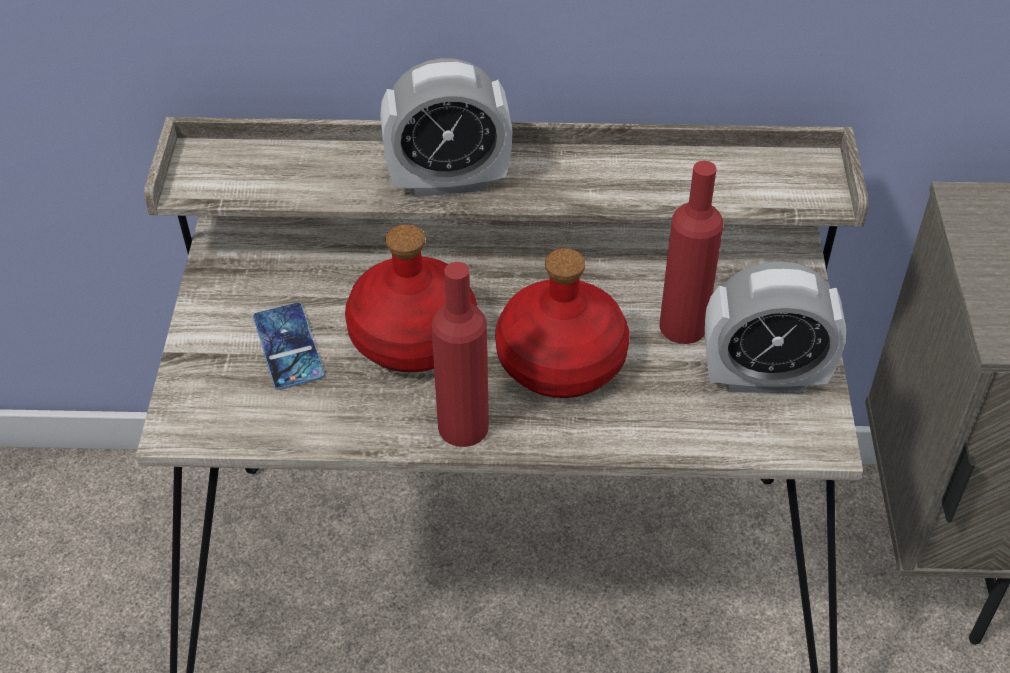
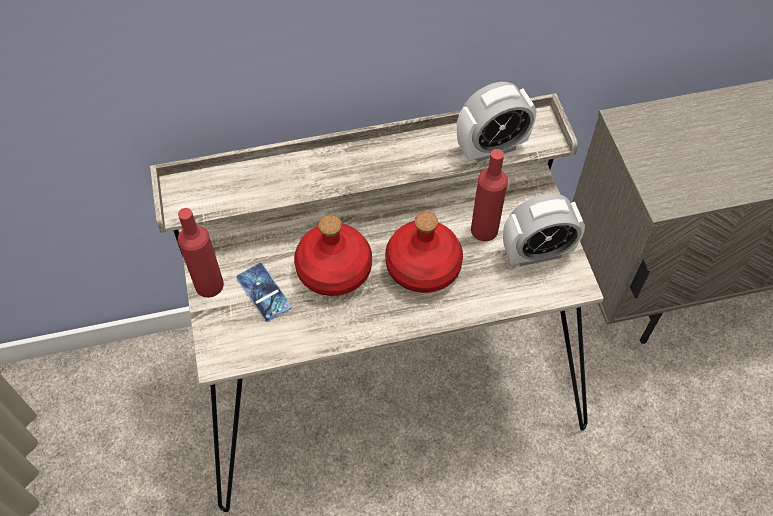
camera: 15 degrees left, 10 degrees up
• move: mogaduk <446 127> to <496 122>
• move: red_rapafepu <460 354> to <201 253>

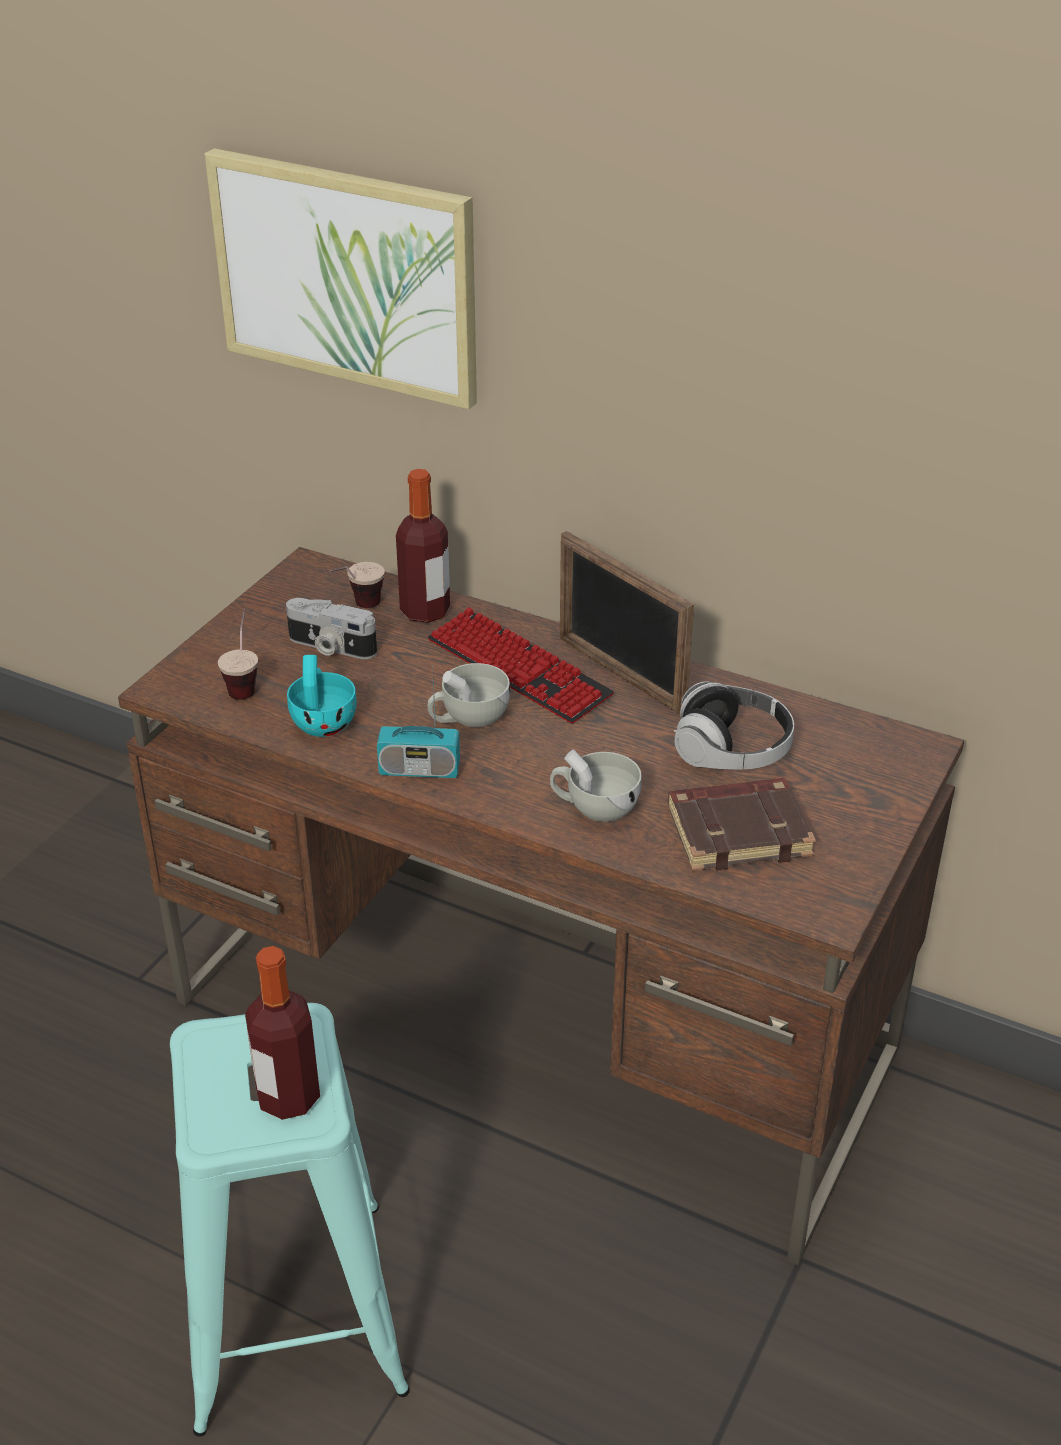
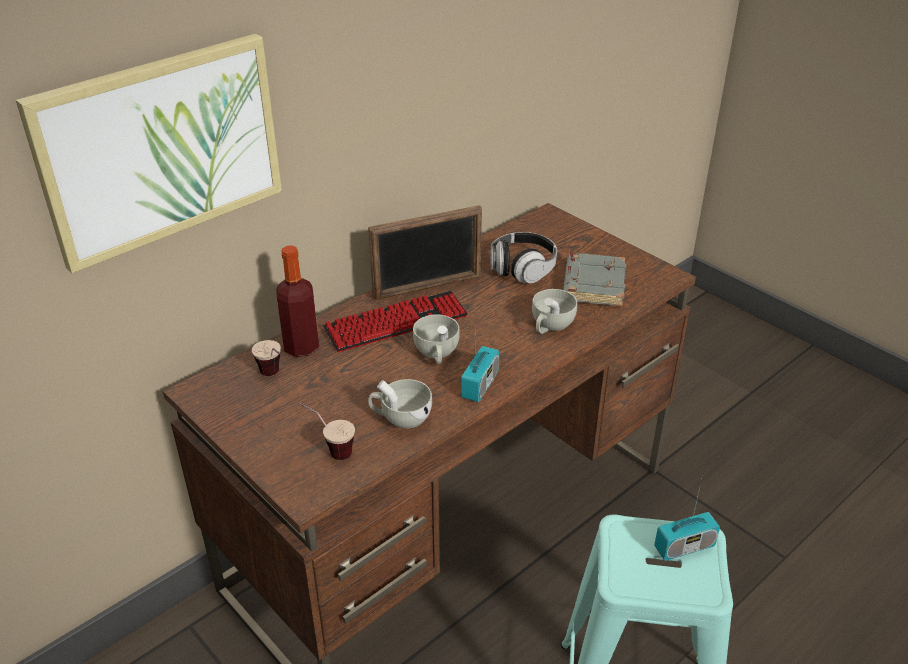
camera: 70 degrees left, 0 degrees up
• replace: rapafepu <282 1033> to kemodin <687 518>
• delete: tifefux <331 628>
• recolor: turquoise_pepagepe <322 696> to white_pepagepe <400 404>
• recolor: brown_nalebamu <742 824> to grey_nalebamu <594 279>

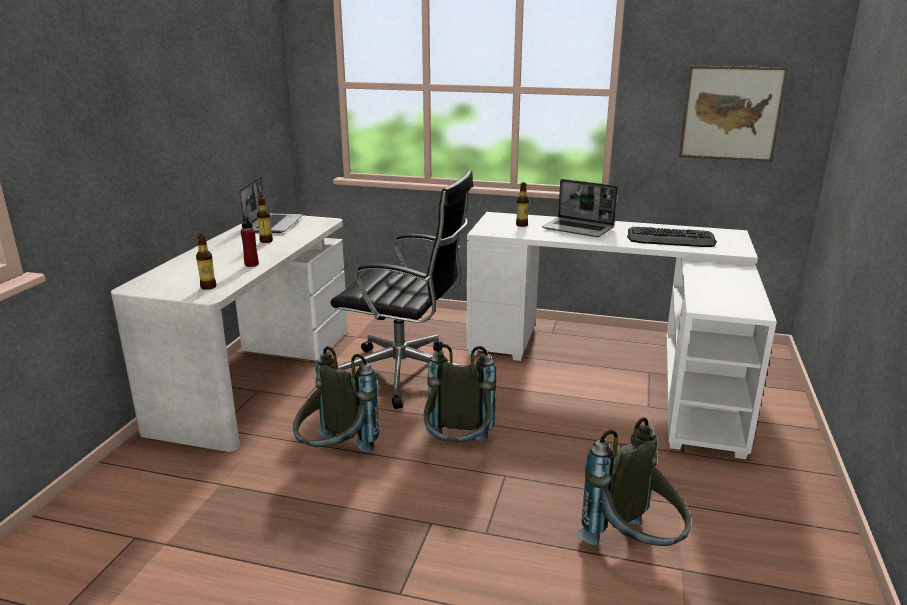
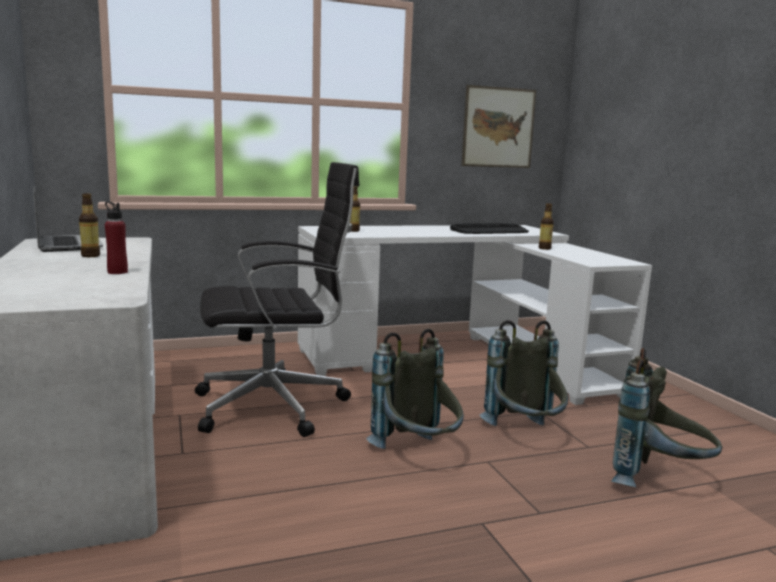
camera: 35 degrees left, 10 degrees down
• move: rapafepu <206 262> to <546 226>
• move: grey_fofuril <336 399> to <524 373>
• delete: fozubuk <580 208>

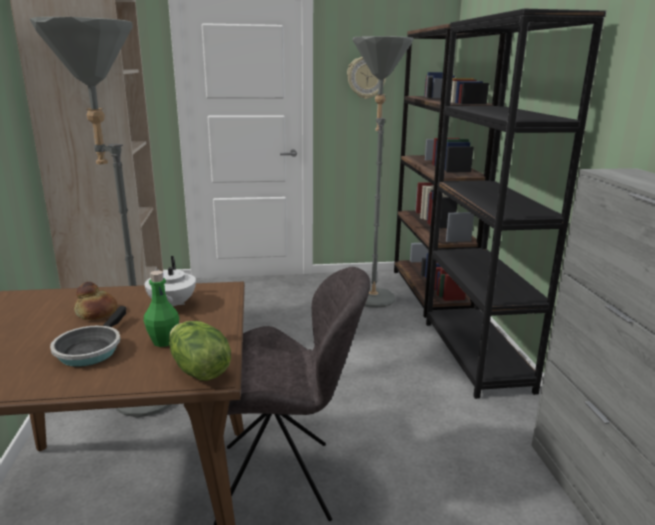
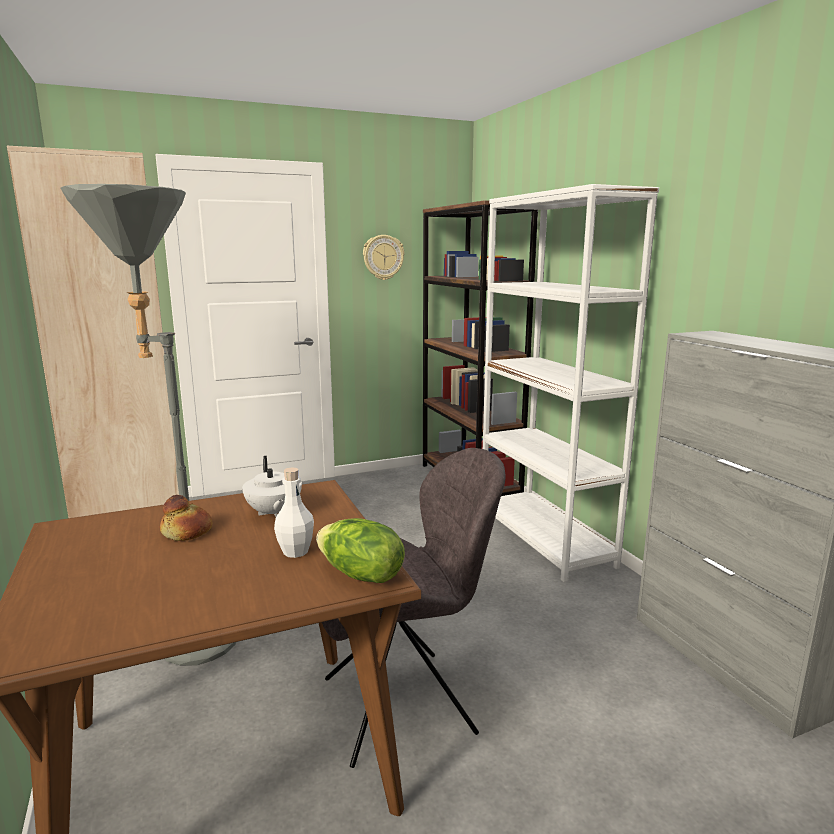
camera: 15 degrees left, 5 degrees down
• delete: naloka <88 336>
• recolor: green_rapafepu <161 309> to white_rapafepu <294 512>
• delete: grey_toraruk <383 172>
• recolor: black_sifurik <516 204> to white_sifurik <571 383>

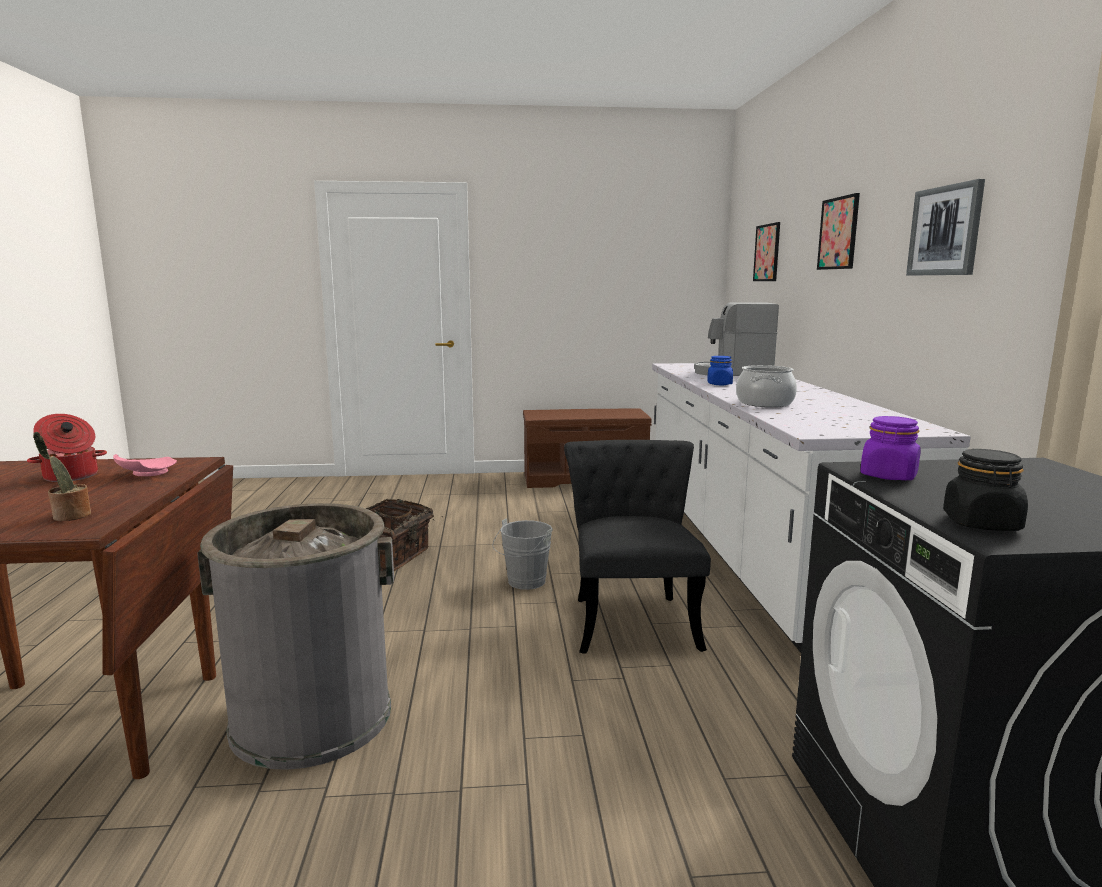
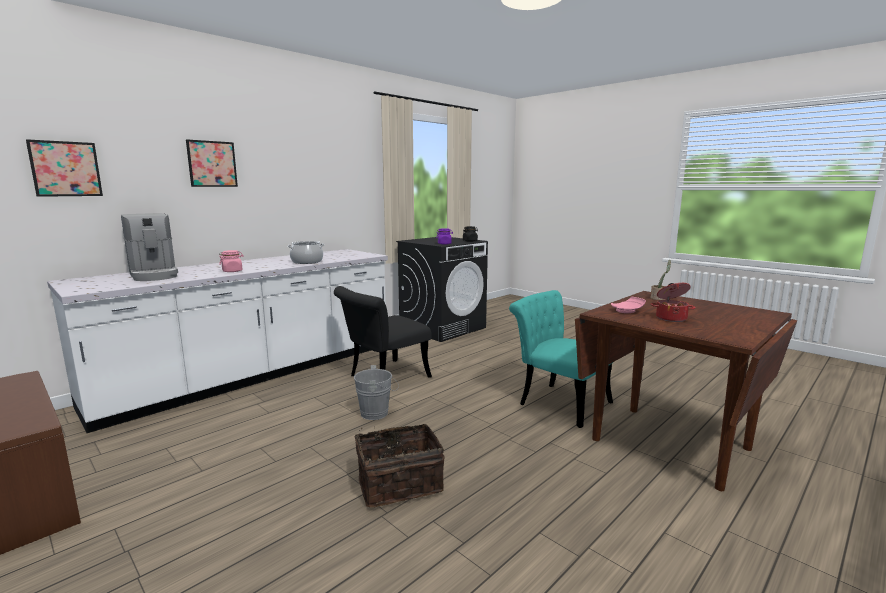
camera: 130 degrees left, 0 degrees up
• replace: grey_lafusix <295 636> to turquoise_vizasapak <561 359>
• recolor: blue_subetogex <720 370> to pink_subetogex <231 261>
• delete: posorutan <945 227>

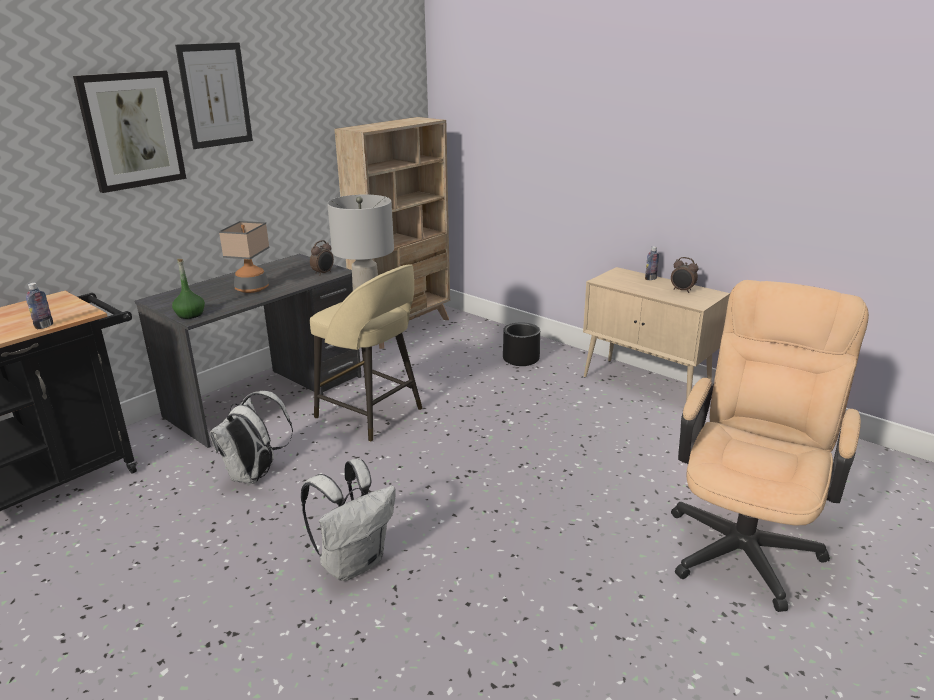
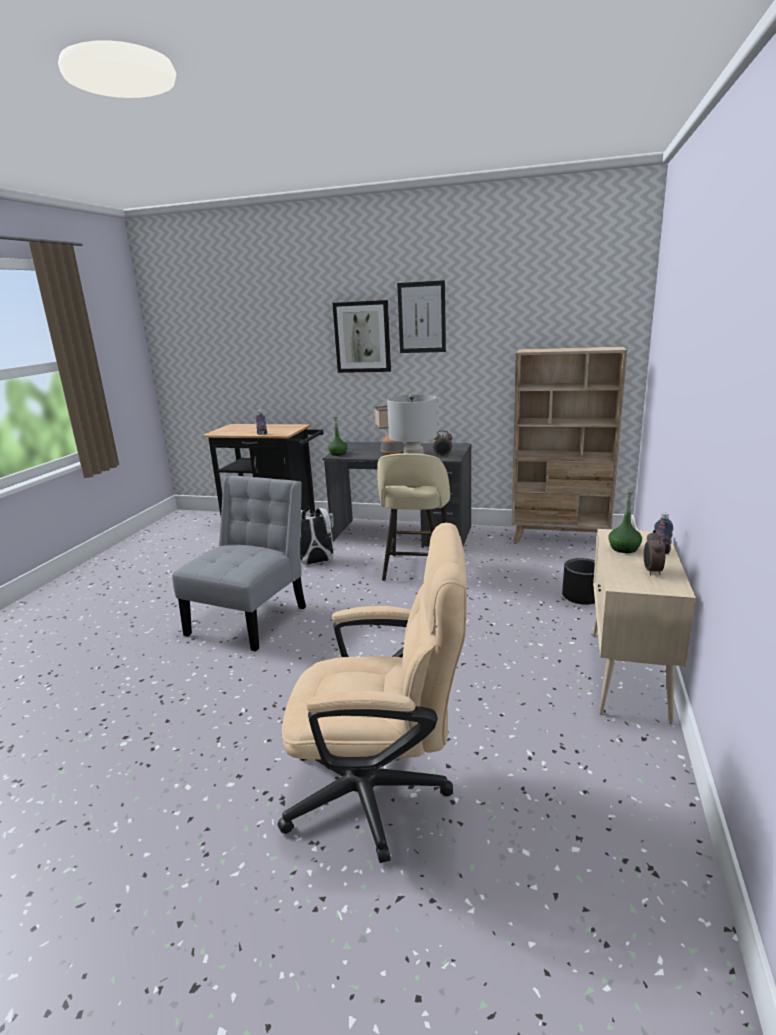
camera: 65 degrees right, 5 degrees down
• replace: white_fofuril <348 519> to grey_vizasapak <239 563>
• insert: green_rapafepu <625 522>

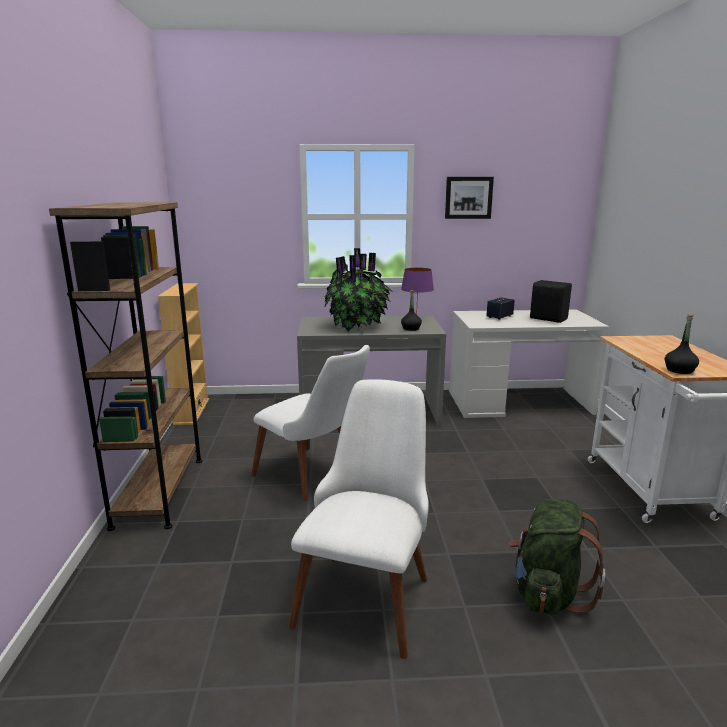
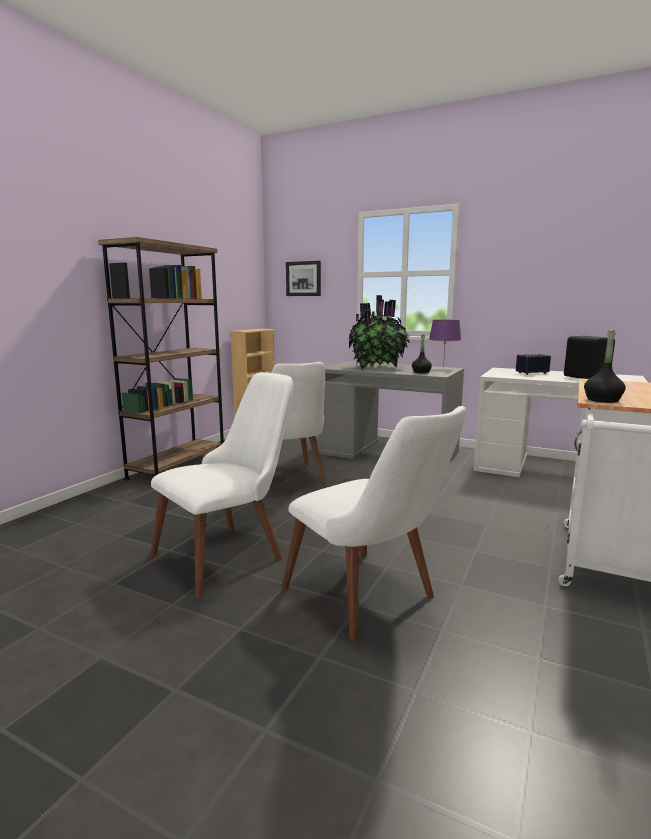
camera: 30 degrees right, 5 degrees down
• move: posorutan <469 198> to <303 278>
• replace: green_fofuril <557 557> to white_vizasapak <374 523>

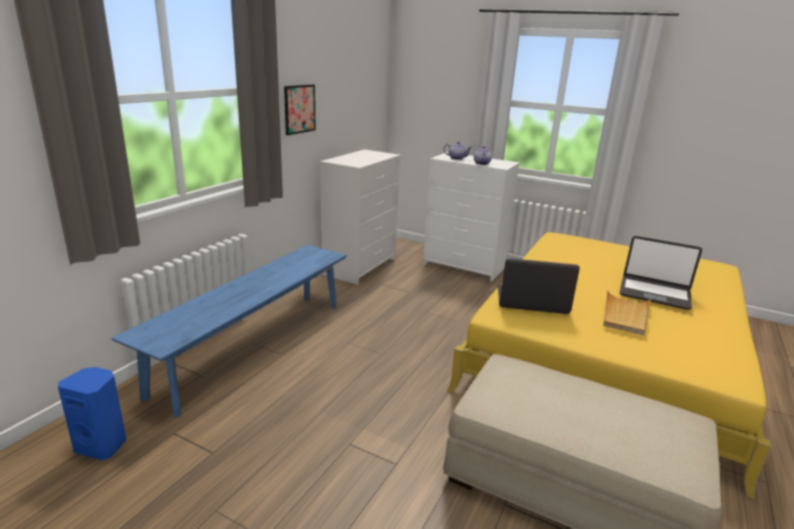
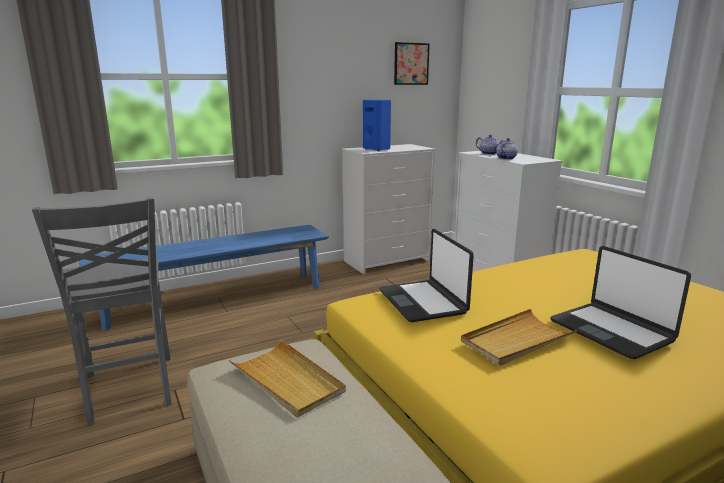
camera: 35 degrees right, 5 degrees down
• move: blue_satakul <92 414> to <377 125>
• move: posorutan <300 110> to <412 63>
• rotate: fozubuk <539 286> = <426 275> 150 degrees counterclockwise
• insert: grey_vizasapak <102 311>
• insert: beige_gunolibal <287 378>

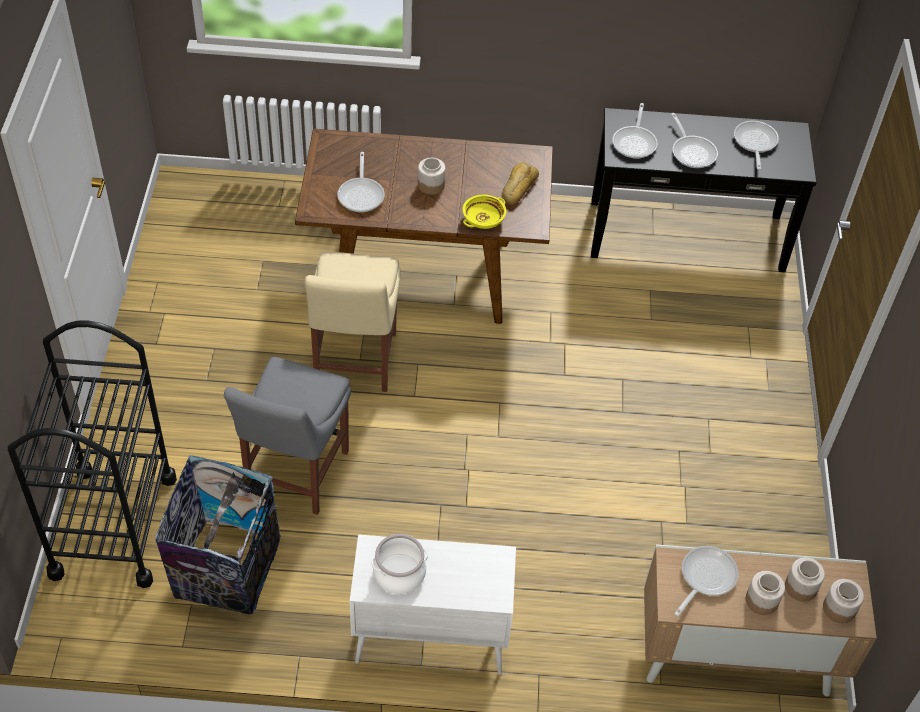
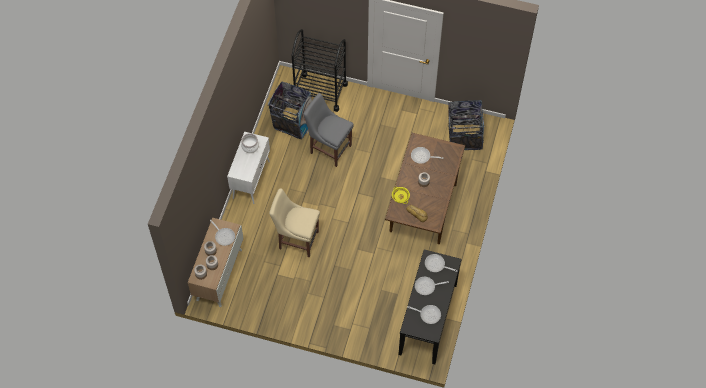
camera: 105 degrees right, 10 degrees up
• move: beige_vizasapak <353 322> to <294 223>
• insert: lafusix <466 125>

